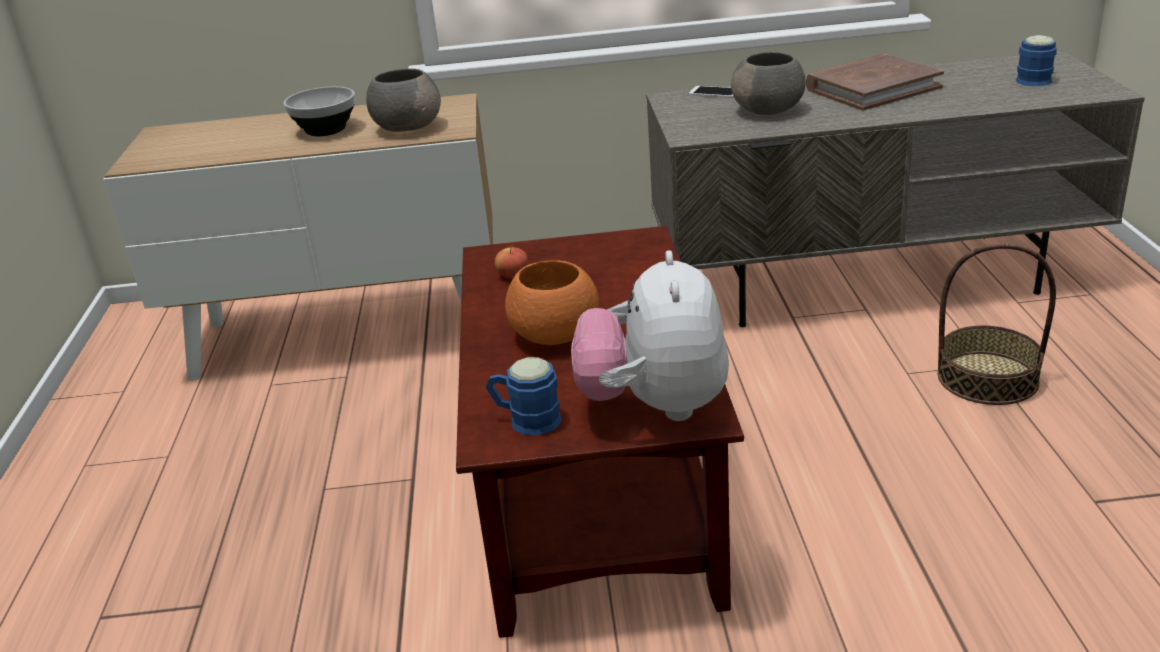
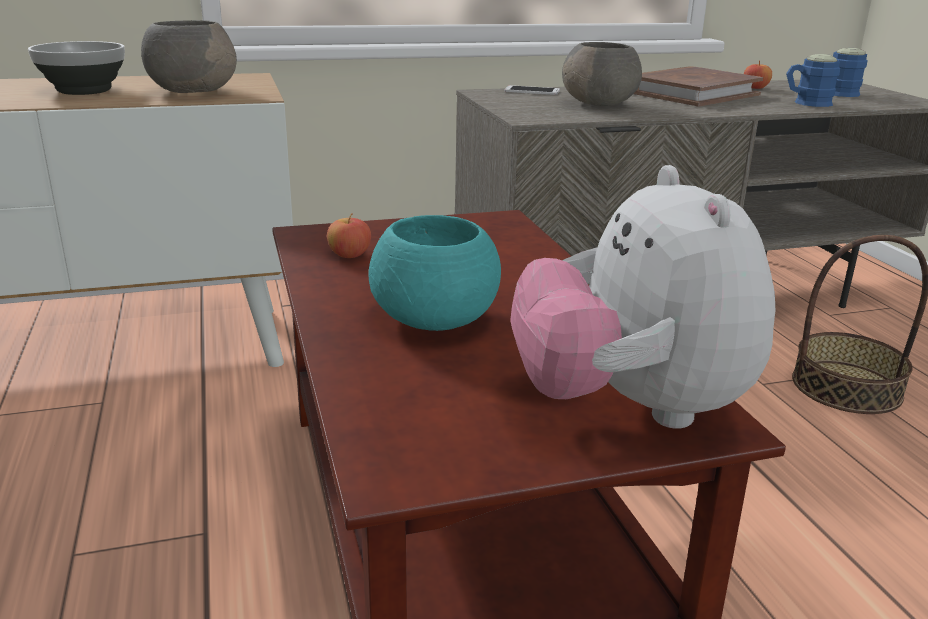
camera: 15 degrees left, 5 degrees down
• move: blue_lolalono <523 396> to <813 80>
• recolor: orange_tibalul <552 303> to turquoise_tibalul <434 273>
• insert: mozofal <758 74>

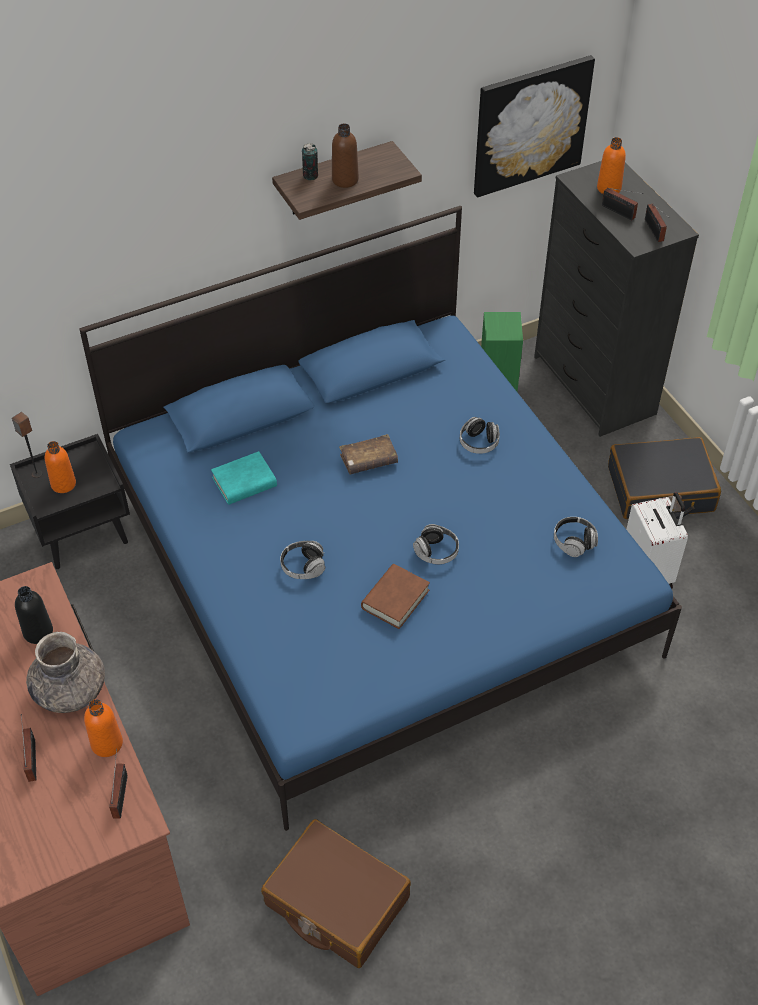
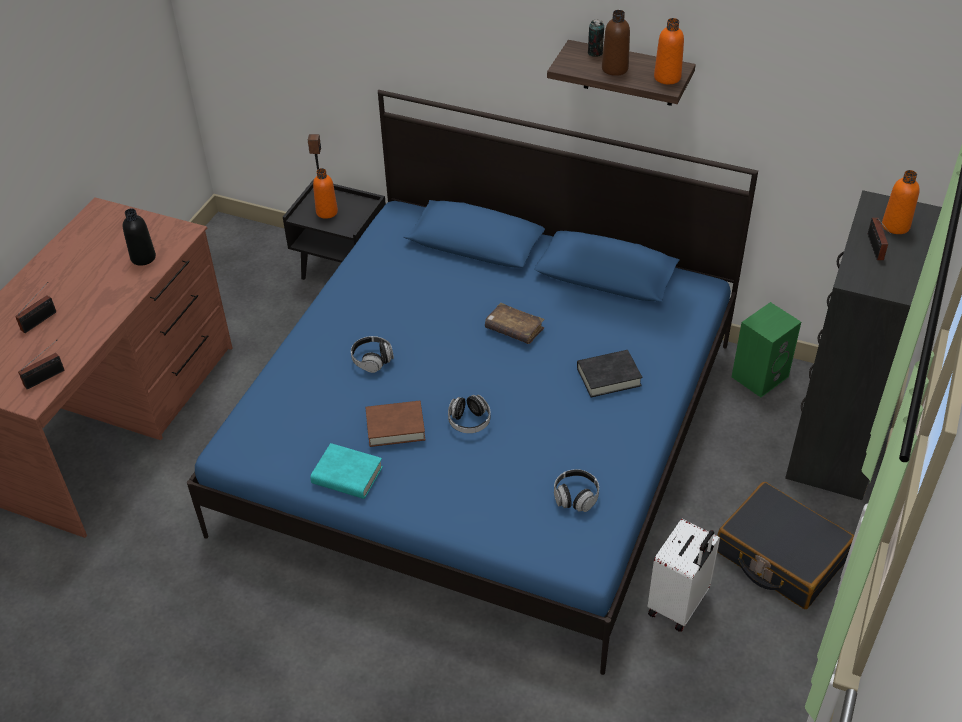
camera: 50 degrees right, 5 degrees down
• delete: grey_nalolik <65 672>
• move: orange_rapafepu <103 728> to <669 51>
• move: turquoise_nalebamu <244 478> to <346 471>
• delete: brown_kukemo <336 893>
• replace: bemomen <480 435> to black_nalebamu <609 373>
• delete: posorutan <534 126>
• delete: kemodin <657 223>

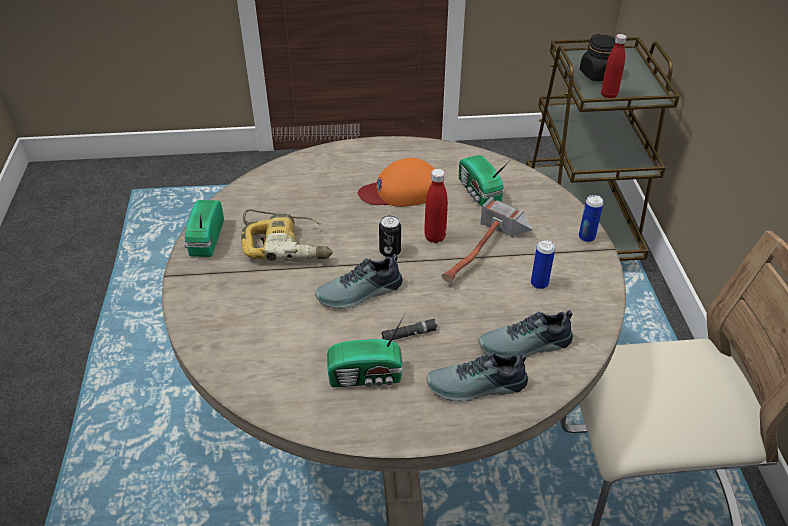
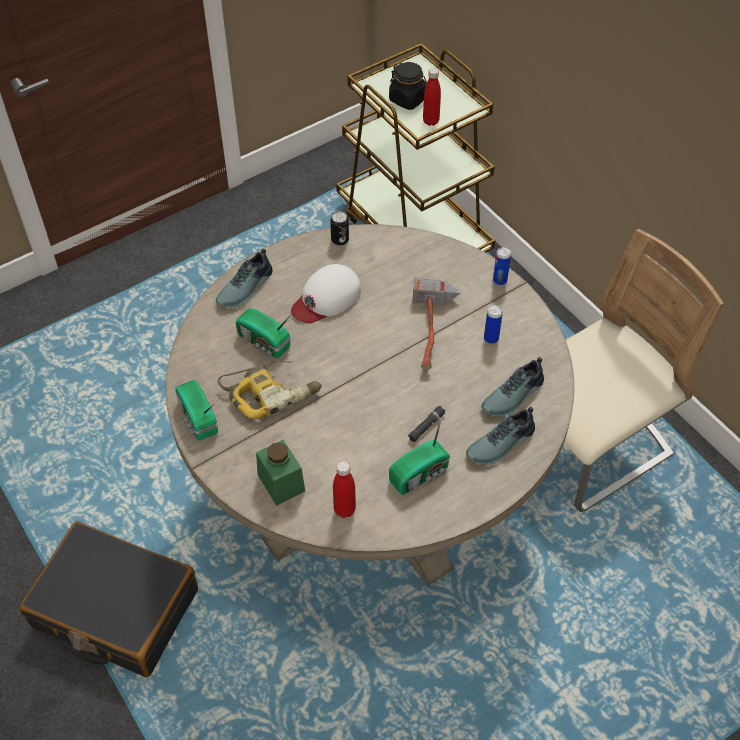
camera: 30 degrees left, 10 degrees up
• move: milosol <358 281> to <244 278>
• recolor: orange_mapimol <396 182> to white_mapimol <326 293>
• move: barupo <390 236> to <339 228>
• move: red_rapafepu <436 206> to <344 489>
• move: kemodin <484 181> to <264 333>
• insert: black_kukemo <108 599>
• insert: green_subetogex <280 473>

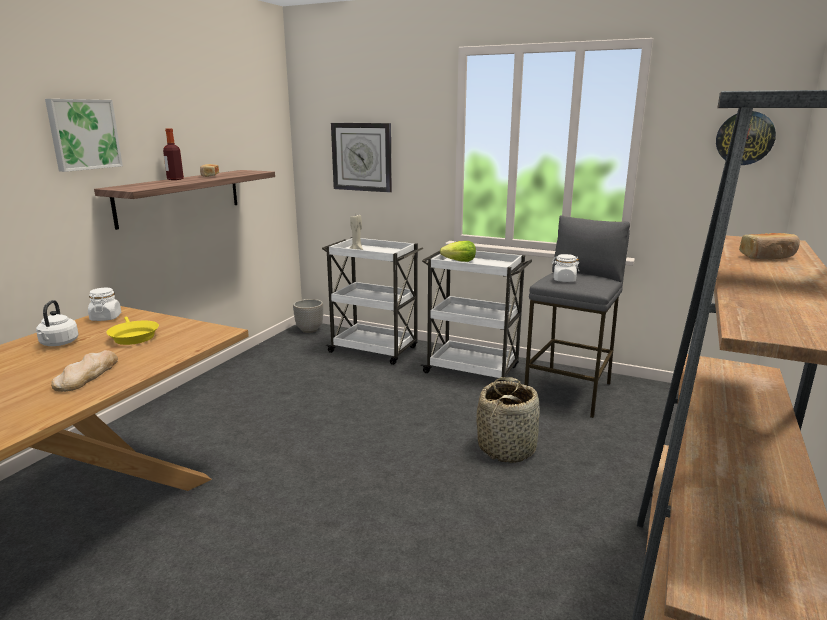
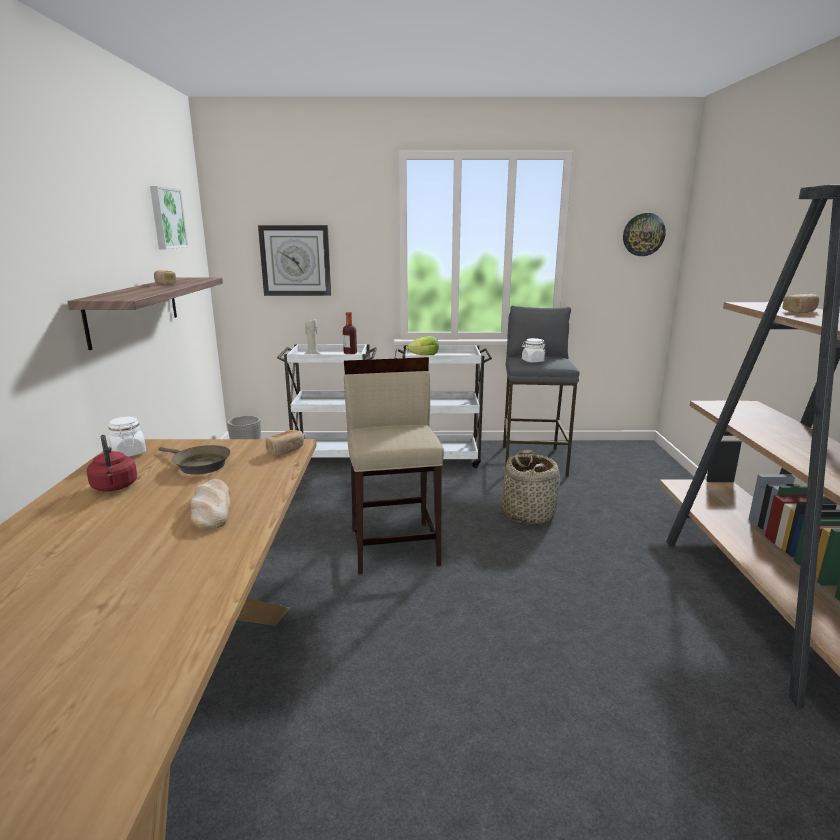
camera: 25 degrees left, 0 degrees up
• recolor: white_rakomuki <57 323> to red_rakomuki <112 463>
• move: posorutan <84 135> to <169 217>
• recolor: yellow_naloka <132 331> to brown_naloka <195 460>
• move: rapafepu <173 154> to <350 333>
• insert: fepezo <285 442>
• insert: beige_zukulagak <394 465>

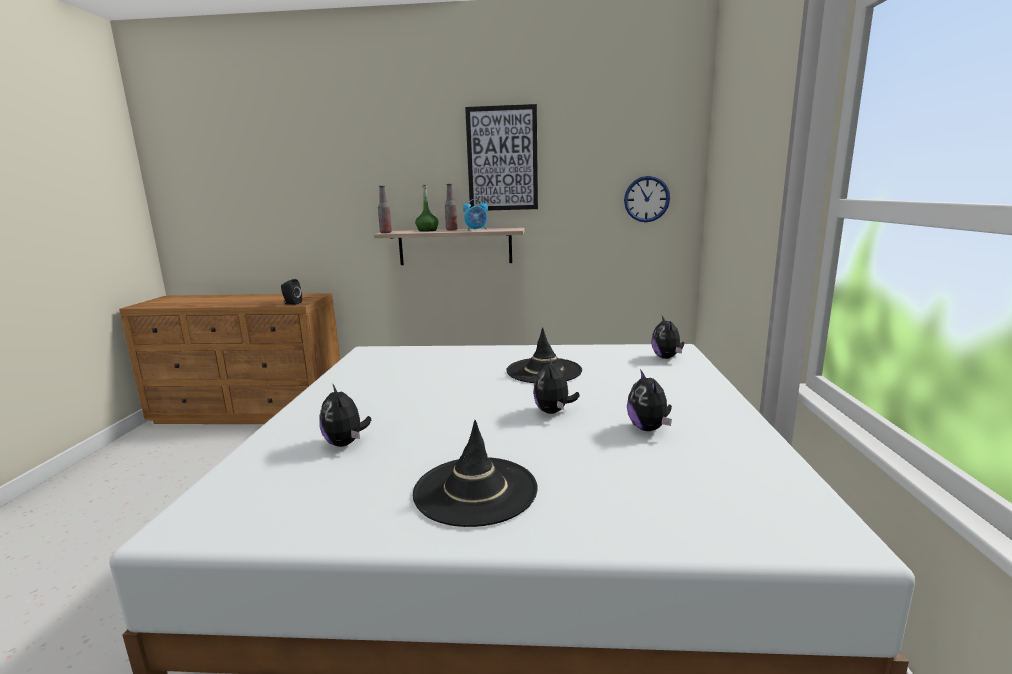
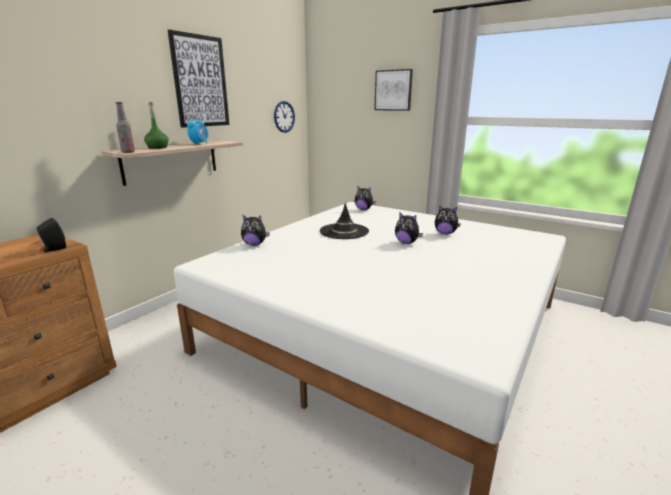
camera: 60 degrees left, 5 degrees up
• move: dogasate <345 416> to <255 230>
• delete: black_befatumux <475 473>
• delete: rapafepu <451 207>
• insert: posorutan <393 90>

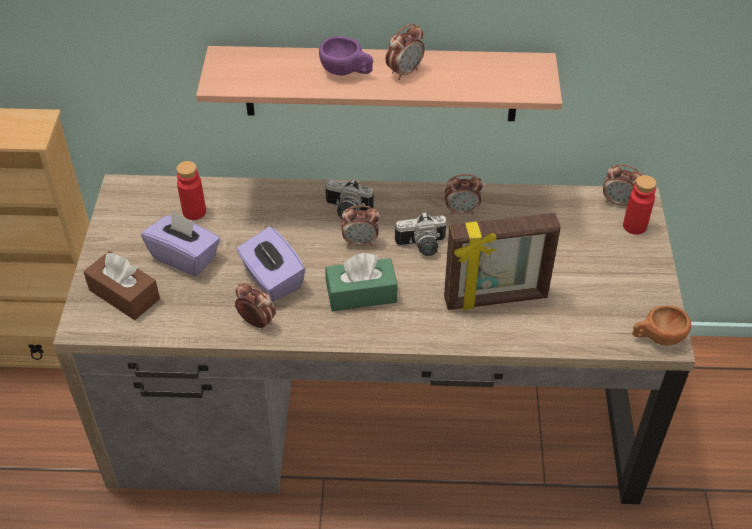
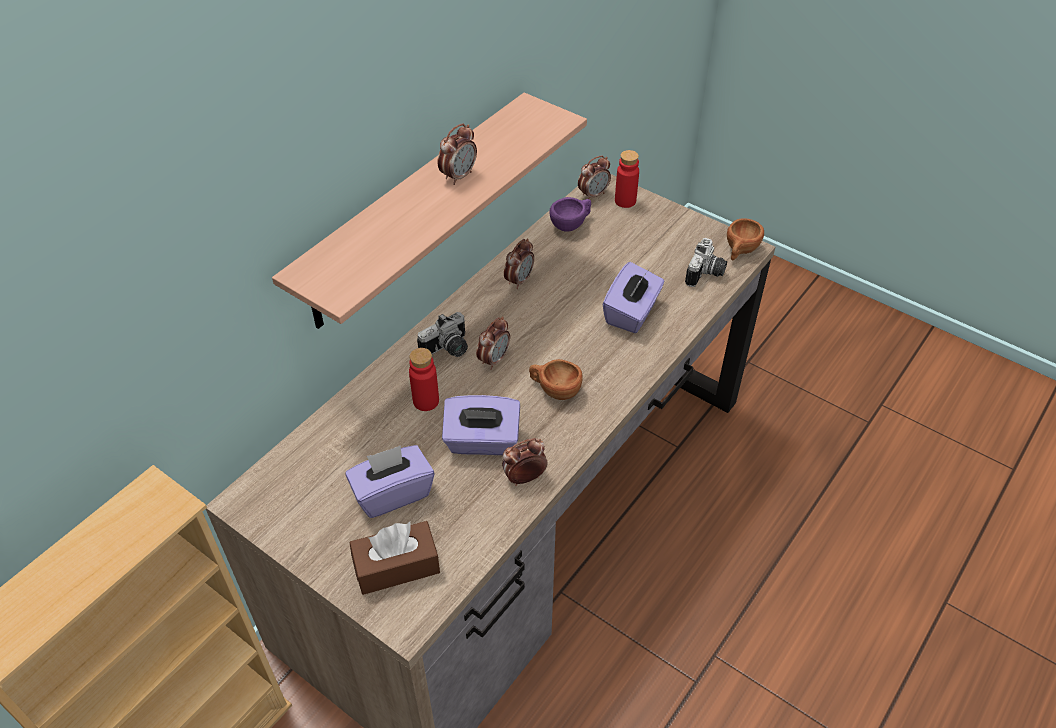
camera: 55 degrees left, 0 degrees up
• move: red_rapafepu <191 190> to <424 379>
• move: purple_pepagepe <346 56> to <570 214>
• replace: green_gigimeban <362 282> to brown_pepagepe <556 379>
• rotate: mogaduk <405 51> = <457 154> 45 degrees clockwise
• move: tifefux <420 234> to <706 262>
• replace: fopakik <502 261> to purple_gigimeban <633 297>

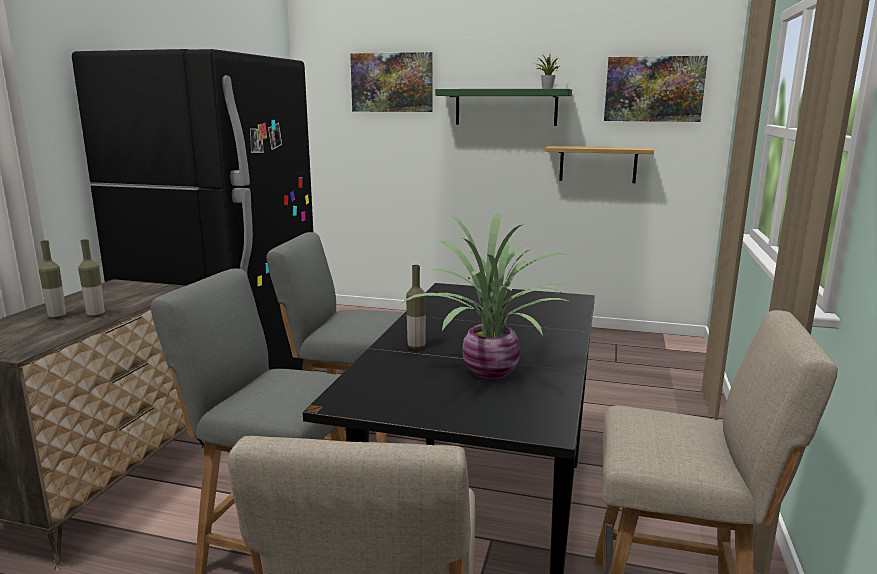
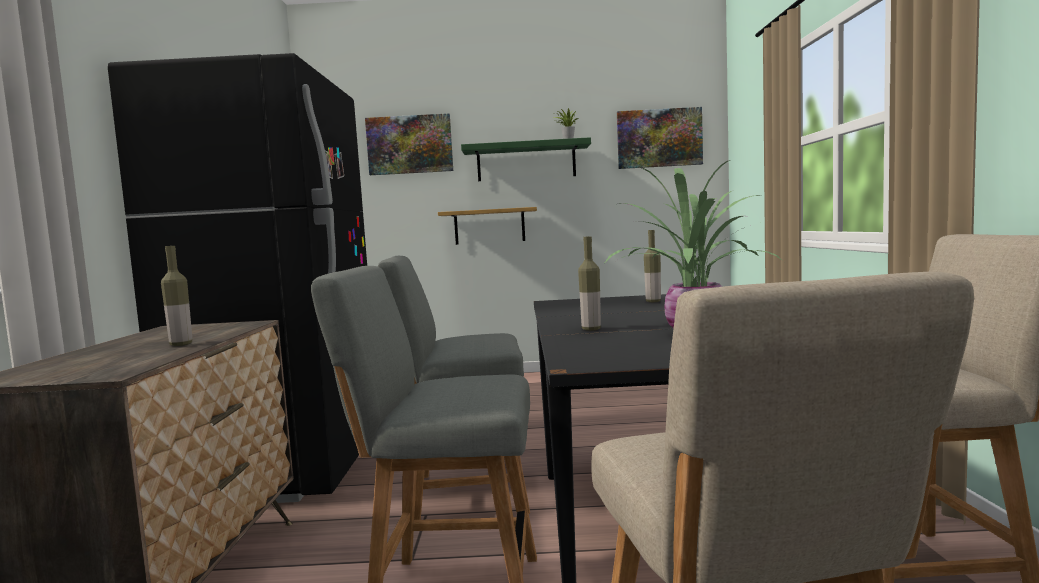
camera: 15 degrees left, 10 degrees down
• move: rapafepu <52 279> to <652 266>
• move: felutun <599 164> to <487 226>

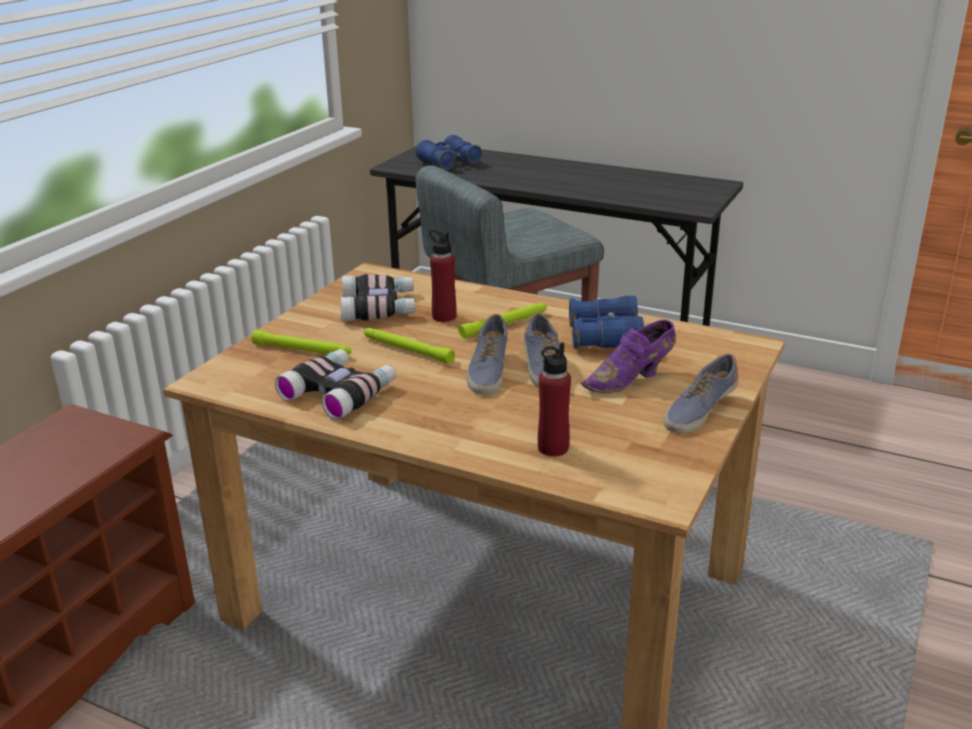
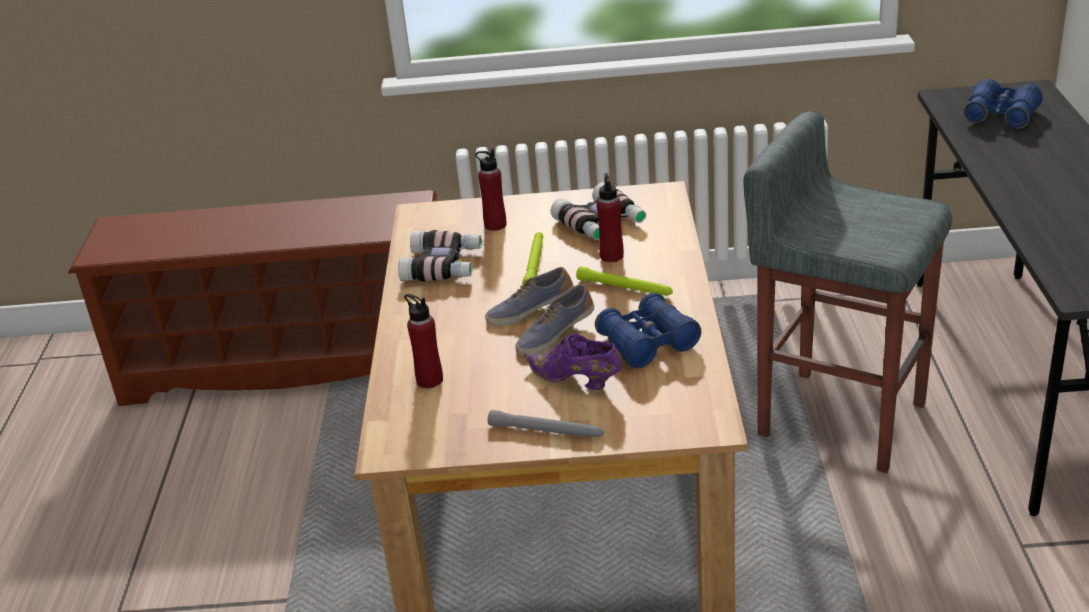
camera: 65 degrees right, 5 degrees up
• replace: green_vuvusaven <301 342> to red_rapafepu <490 190>
• replace: milosol <701 393> to grey_vuvusaven <546 424>

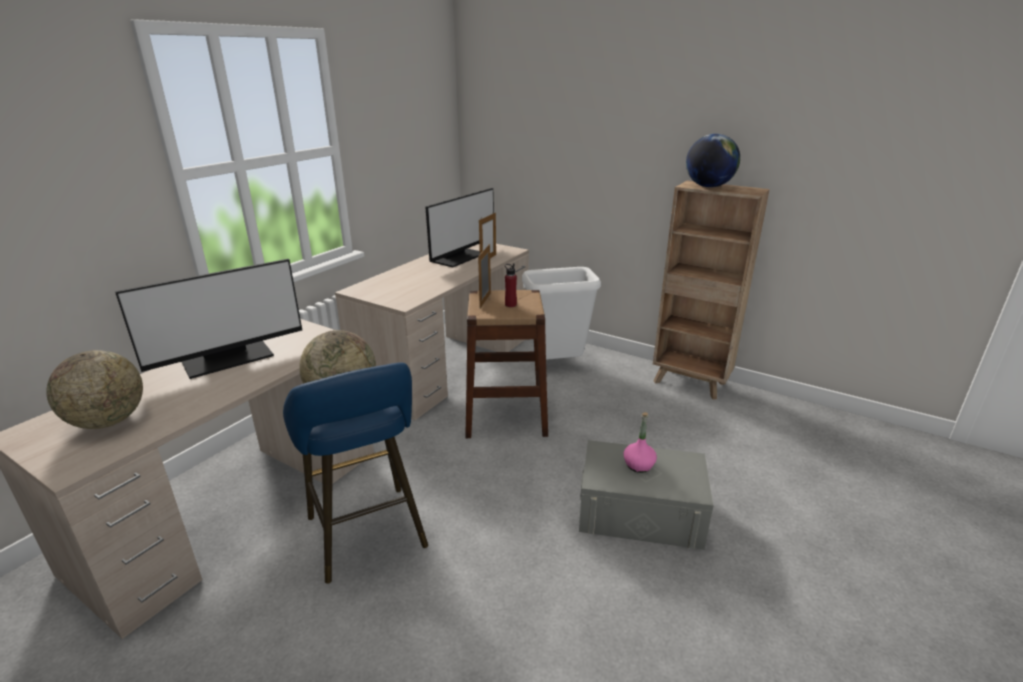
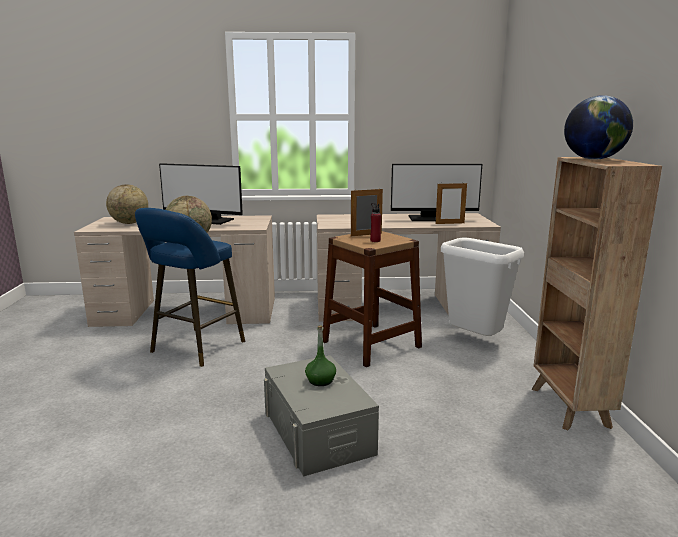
camera: 55 degrees right, 10 degrees down
• recolor: pink_rapafepu <640 442> to green_rapafepu <320 356>

